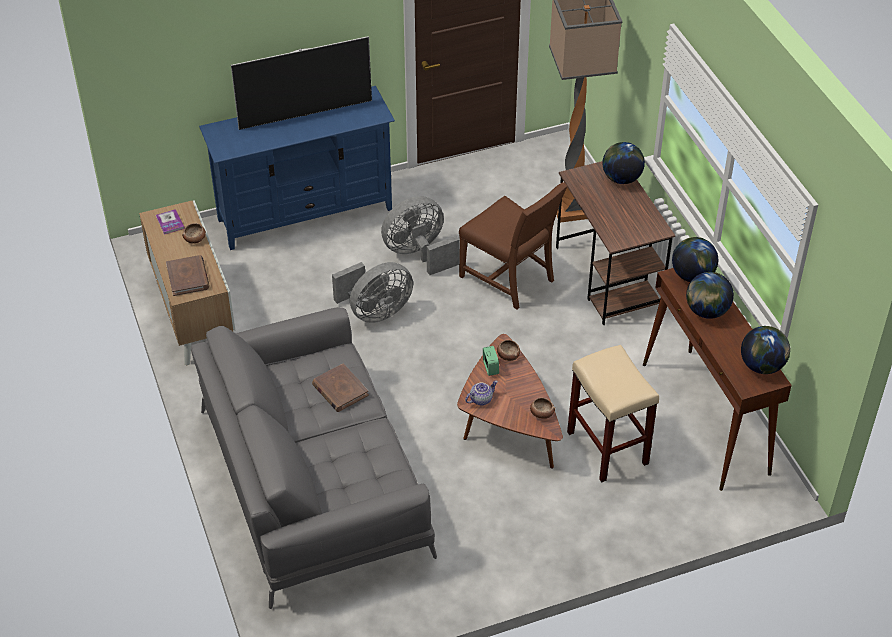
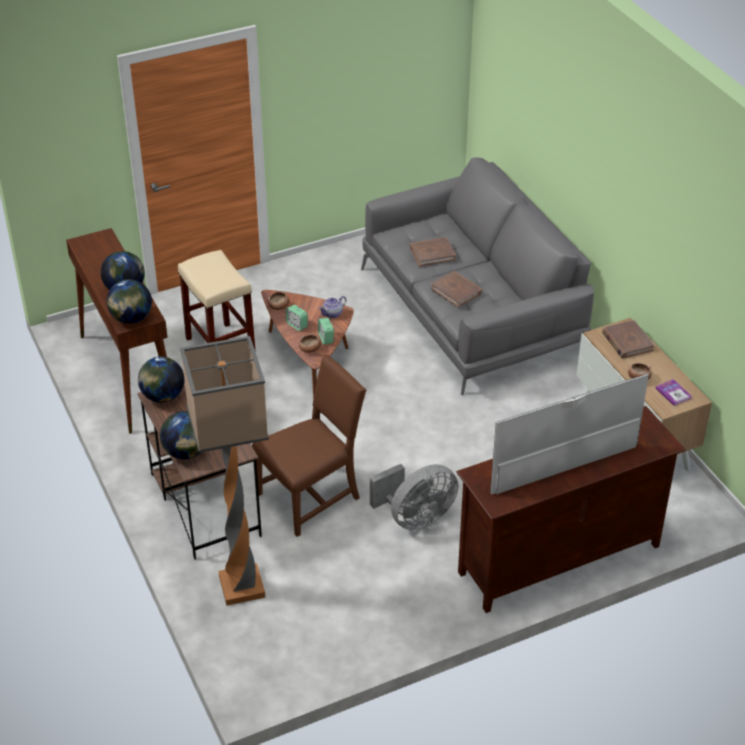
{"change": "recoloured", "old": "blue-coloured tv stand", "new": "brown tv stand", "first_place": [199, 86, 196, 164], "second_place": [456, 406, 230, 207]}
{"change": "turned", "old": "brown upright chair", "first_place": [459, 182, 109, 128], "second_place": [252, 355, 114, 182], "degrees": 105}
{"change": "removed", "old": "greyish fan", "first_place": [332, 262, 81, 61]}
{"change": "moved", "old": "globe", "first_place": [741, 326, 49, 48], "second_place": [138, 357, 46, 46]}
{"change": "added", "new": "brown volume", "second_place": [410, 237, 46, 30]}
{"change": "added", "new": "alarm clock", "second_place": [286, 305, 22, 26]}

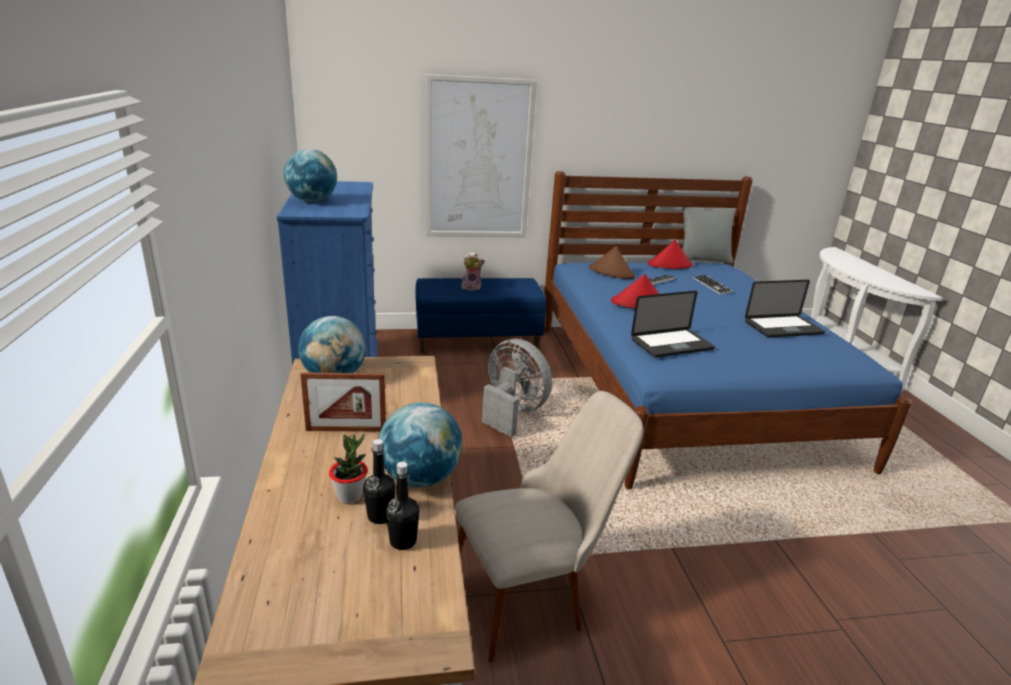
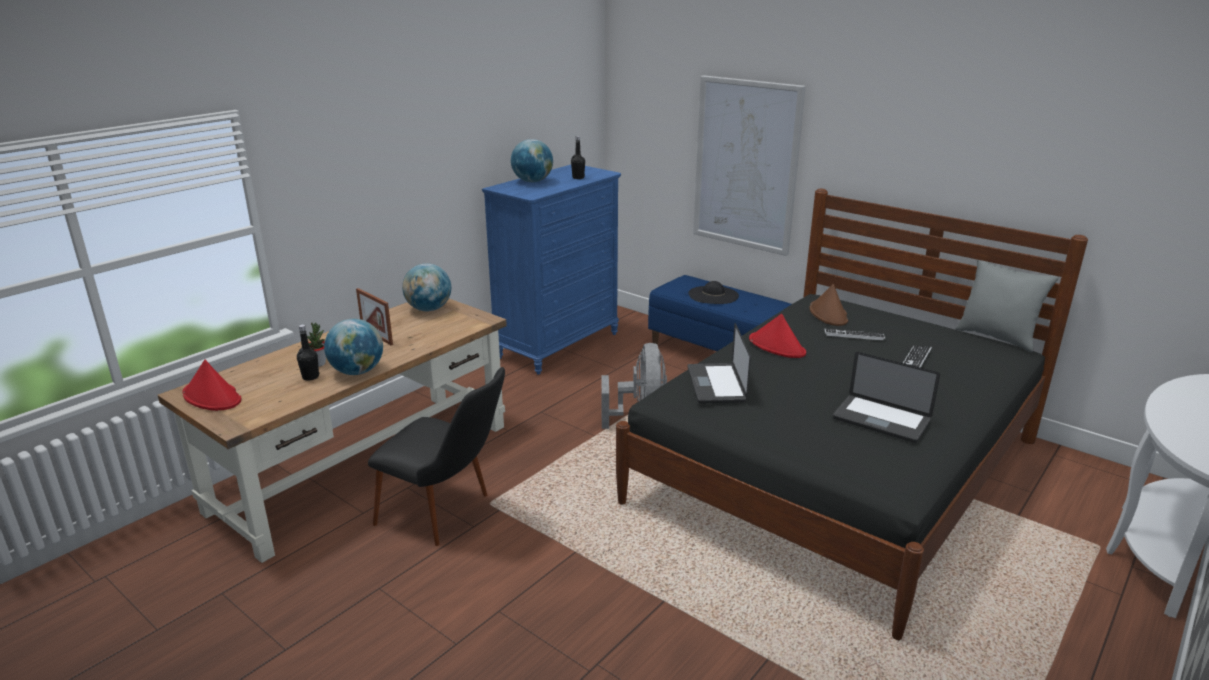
{"change": "recoloured", "old": "blue-coloured bedroom bed", "new": "black bedroom bed", "first_place": [544, 171, 368, 318], "second_place": [616, 189, 472, 451]}
{"change": "moved", "old": "reddish clothing hat", "first_place": [648, 240, 45, 29], "second_place": [182, 360, 59, 51]}
{"change": "replaced", "old": "plush toy", "new": "black clothing hat", "first_place": [461, 252, 24, 39], "second_place": [688, 281, 51, 23]}
{"change": "turned", "old": "notebook computer", "first_place": [631, 291, 84, 67], "second_place": [688, 323, 63, 80], "degrees": 60}
{"change": "recoloured", "old": "beige upright chair", "new": "black upright chair", "first_place": [455, 391, 189, 272], "second_place": [368, 367, 137, 179]}
{"change": "moved", "old": "black bottle", "first_place": [386, 462, 33, 88], "second_place": [571, 136, 14, 43]}

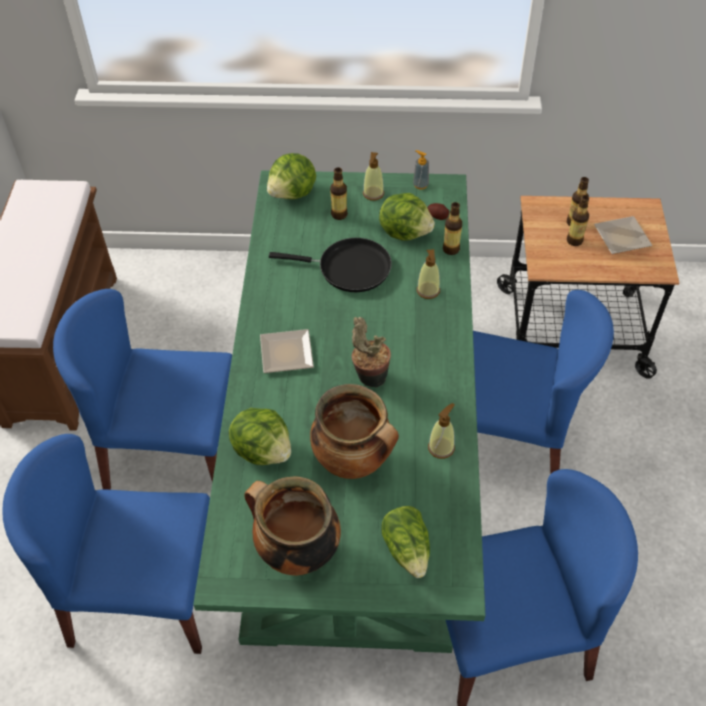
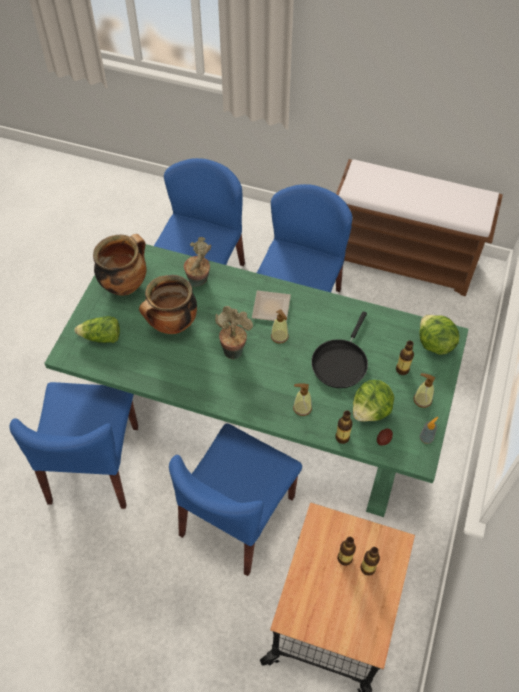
{"change": "removed", "old": "dinner plate", "first_place": [594, 216, 58, 38]}
{"change": "moved", "old": "soap dispenser", "first_place": [428, 403, 27, 56], "second_place": [271, 309, 18, 34]}
{"change": "replaced", "old": "head of lettuce", "new": "plant in a pot", "first_place": [229, 408, 62, 57], "second_place": [184, 237, 27, 50]}

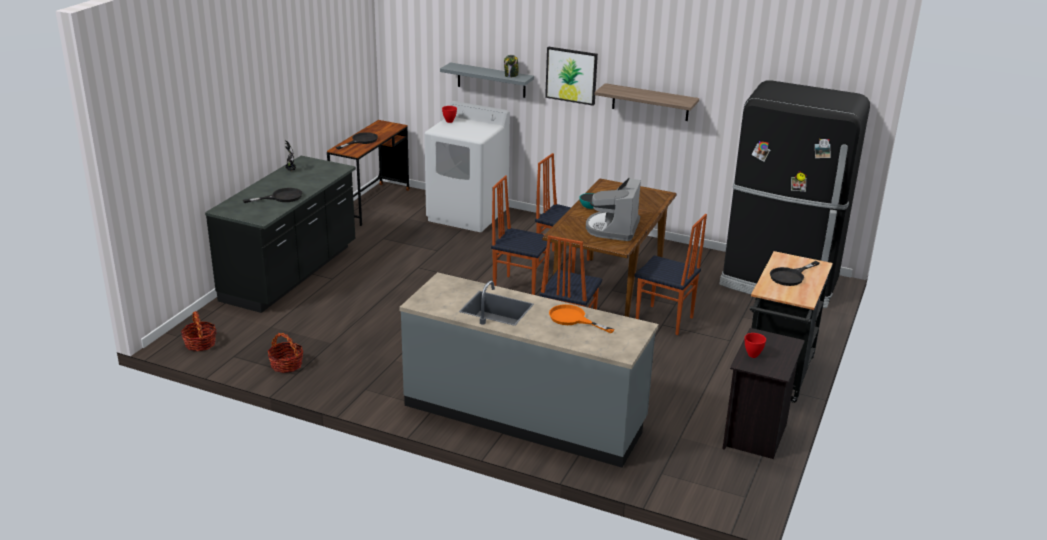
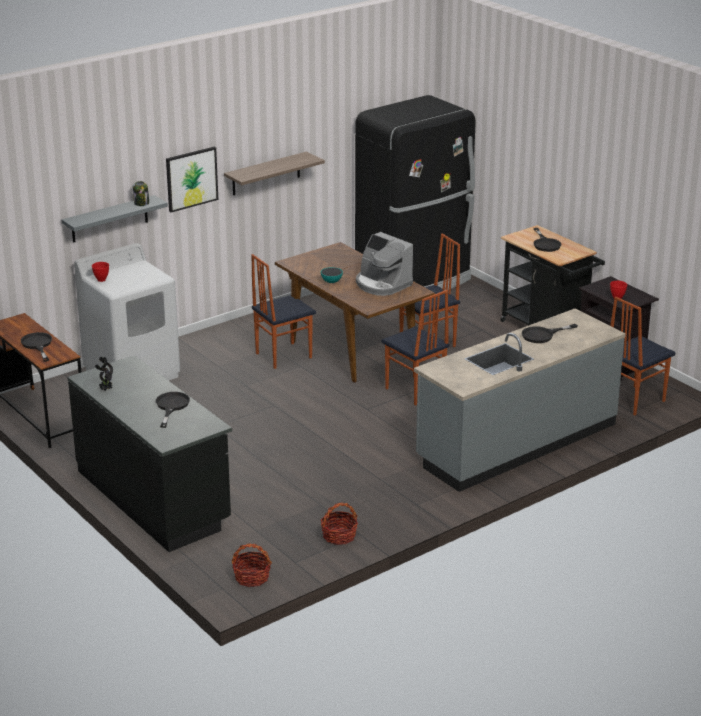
{"change": "moved", "old": "upright chair", "first_place": [491, 175, 60, 120], "second_place": [610, 297, 66, 119]}
{"change": "recoloured", "old": "orangey pan", "new": "black pan", "first_place": [549, 304, 66, 29], "second_place": [522, 324, 56, 19]}

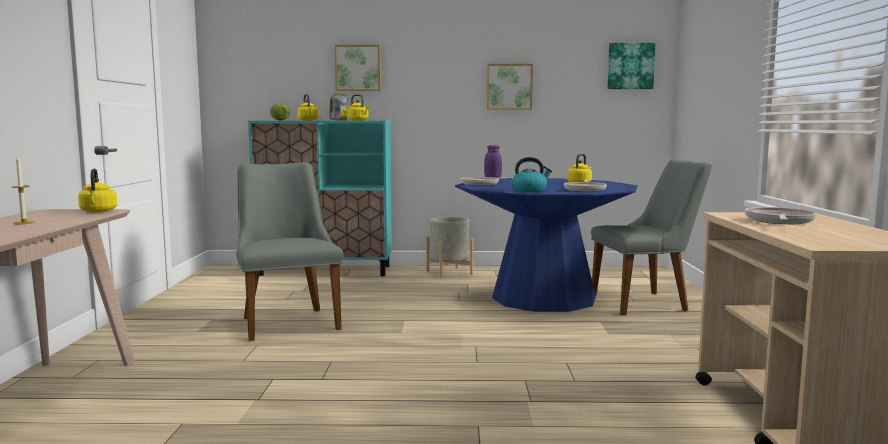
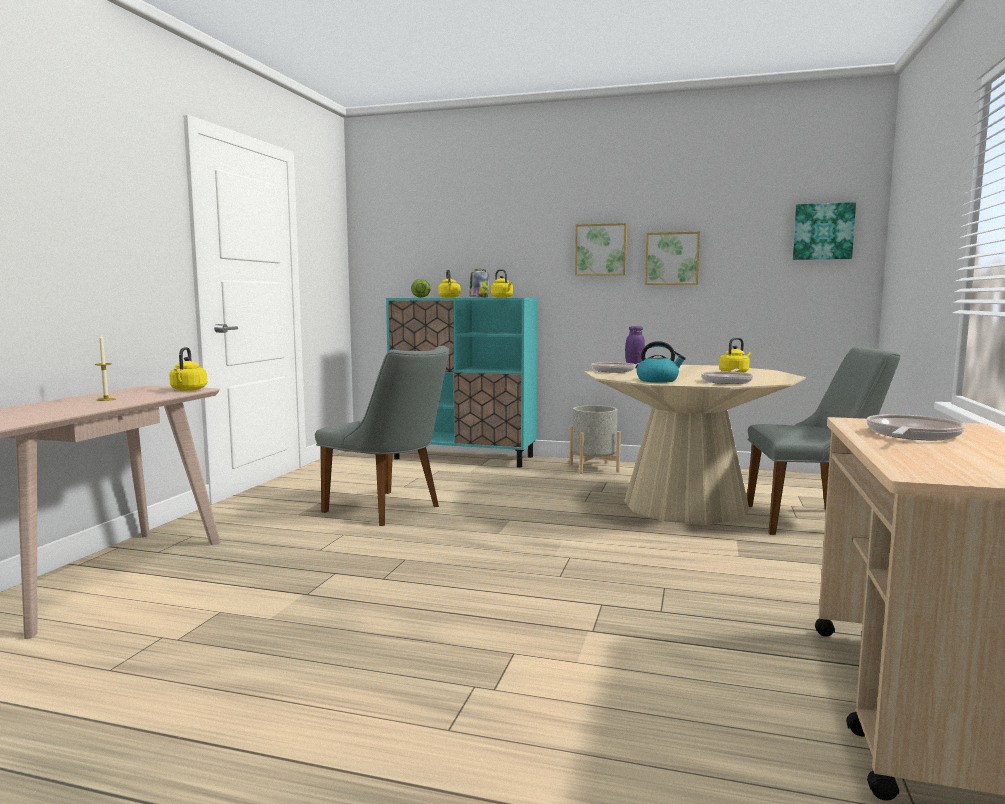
{"change": "moved", "old": "picture", "first_place": [335, 45, 46, 46], "second_place": [575, 223, 52, 53]}
{"change": "turned", "old": "greyish upright chair", "first_place": [236, 162, 107, 179], "second_place": [315, 346, 134, 180], "degrees": 135}
{"change": "recoloured", "old": "blue-coloured dining table", "new": "beige dining table", "first_place": [455, 178, 183, 134], "second_place": [584, 365, 222, 160]}

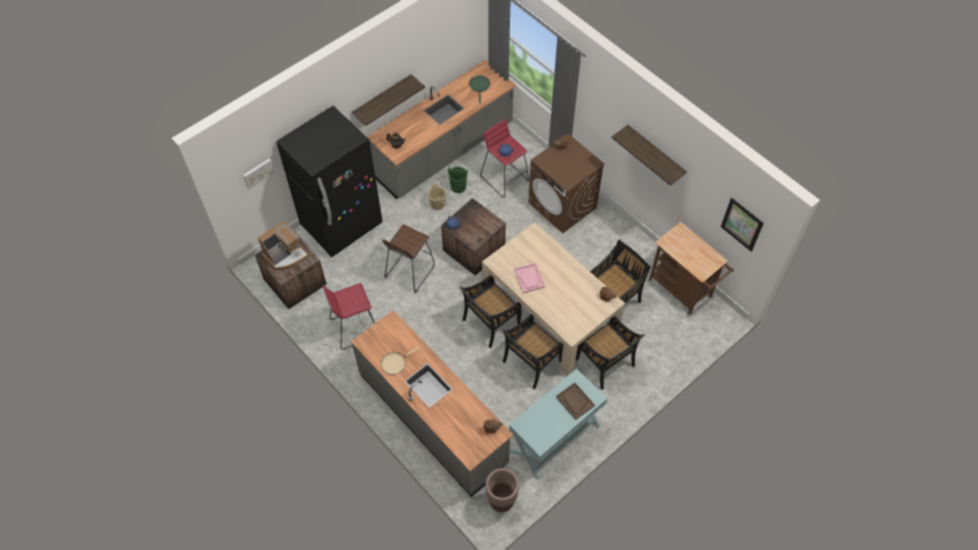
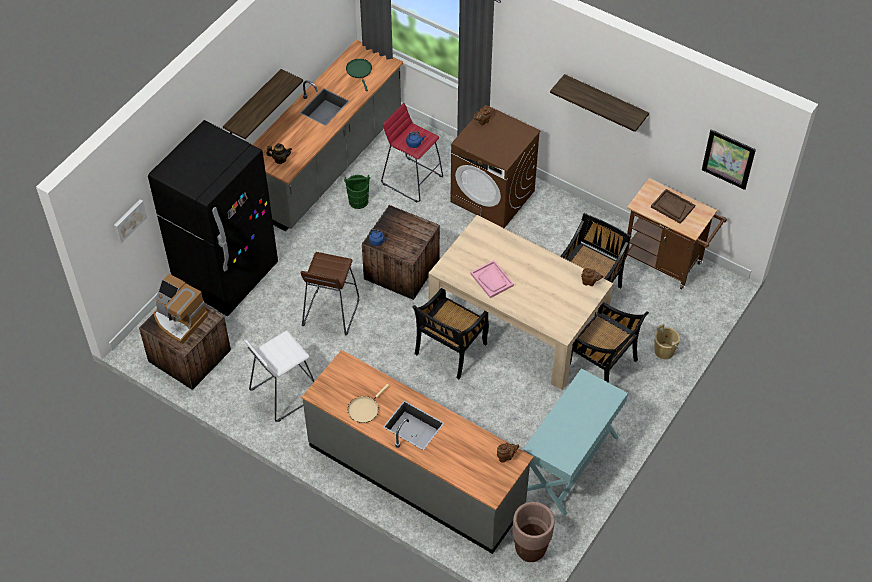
{"change": "moved", "old": "beige pail", "first_place": [428, 183, 19, 27], "second_place": [655, 324, 25, 35]}
{"change": "turned", "old": "coffee machine", "first_place": [258, 221, 51, 50], "second_place": [153, 274, 55, 70], "degrees": 90}
{"change": "recoloured", "old": "reddish stool", "new": "white stool", "first_place": [322, 283, 53, 67], "second_place": [244, 331, 70, 91]}
{"change": "removed", "old": "black upright chair", "first_place": [502, 314, 61, 75]}
{"change": "moved", "old": "brown tray", "first_place": [556, 383, 39, 36], "second_place": [651, 189, 44, 35]}

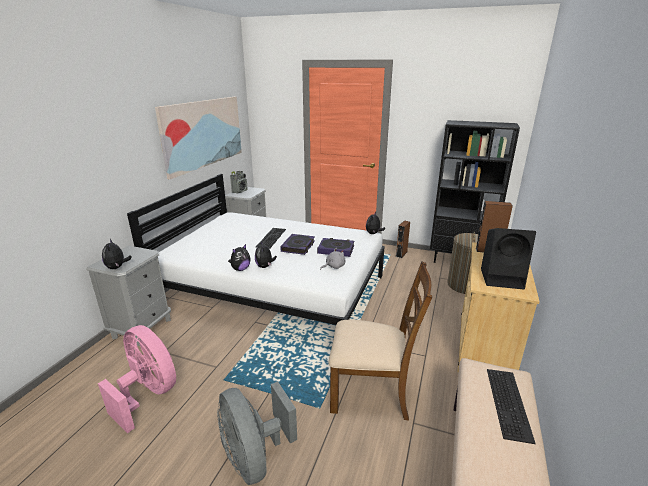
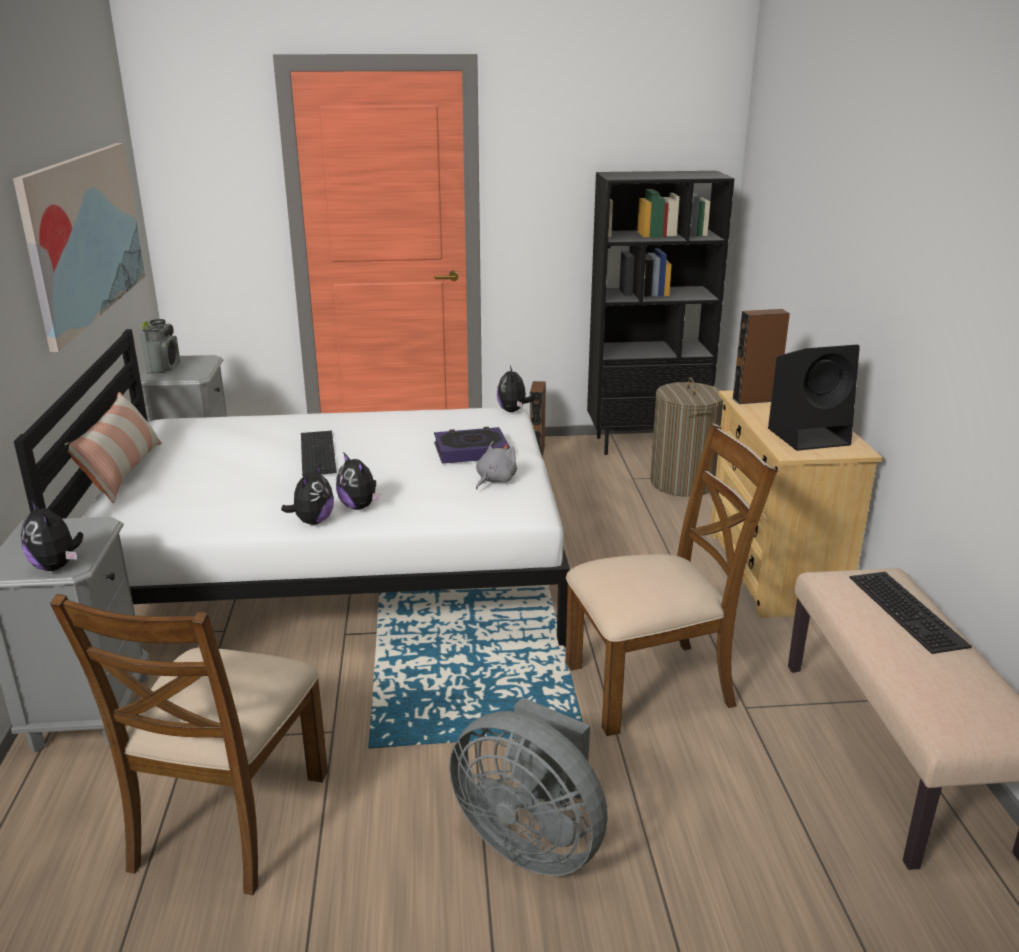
{"change": "removed", "old": "volume", "first_place": [280, 234, 35, 21]}
{"change": "replaced", "old": "pink-coloured fan", "new": "brown upright chair", "first_place": [98, 325, 78, 108], "second_place": [50, 594, 278, 301]}
{"change": "added", "new": "pillow", "second_place": [65, 392, 97, 112]}

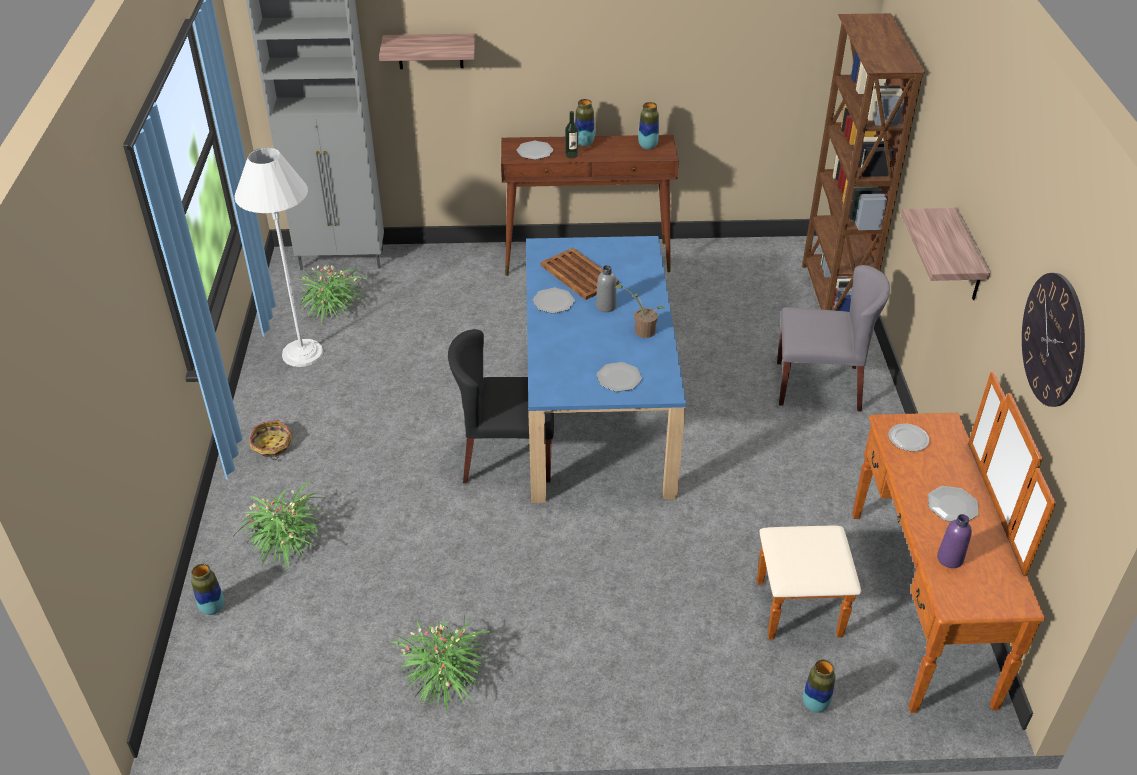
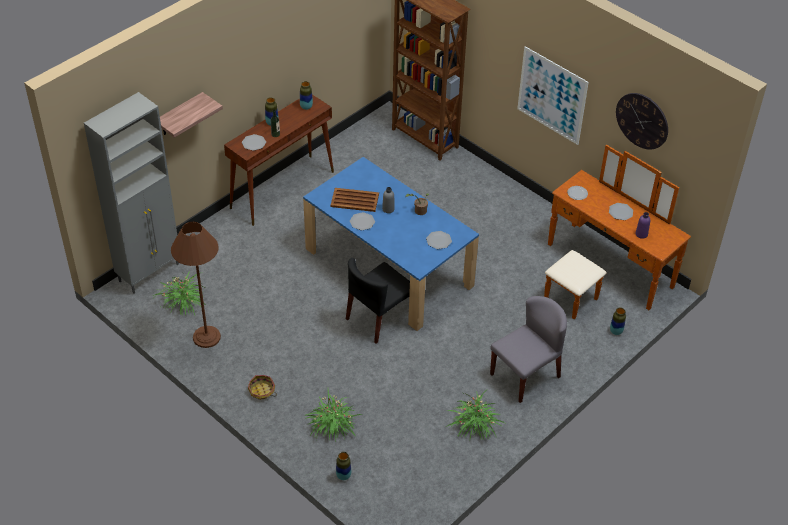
{"change": "recoloured", "old": "white standard lamp", "new": "brown standard lamp", "first_place": [234, 148, 89, 219], "second_place": [171, 222, 50, 126]}
{"change": "replaced", "old": "wall shelf", "new": "picture", "first_place": [901, 208, 89, 92], "second_place": [517, 46, 72, 99]}
{"change": "moved", "old": "greyish upright chair", "first_place": [777, 265, 113, 146], "second_place": [490, 296, 77, 107]}

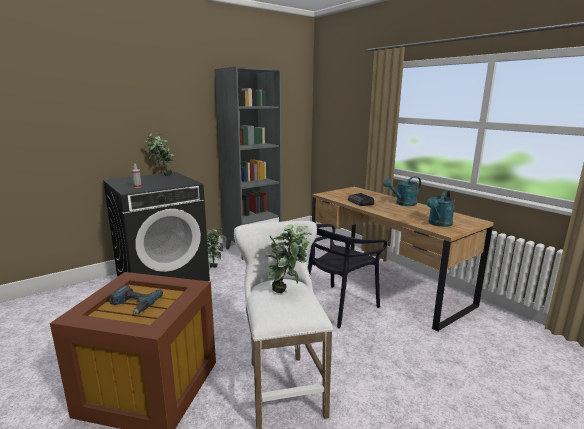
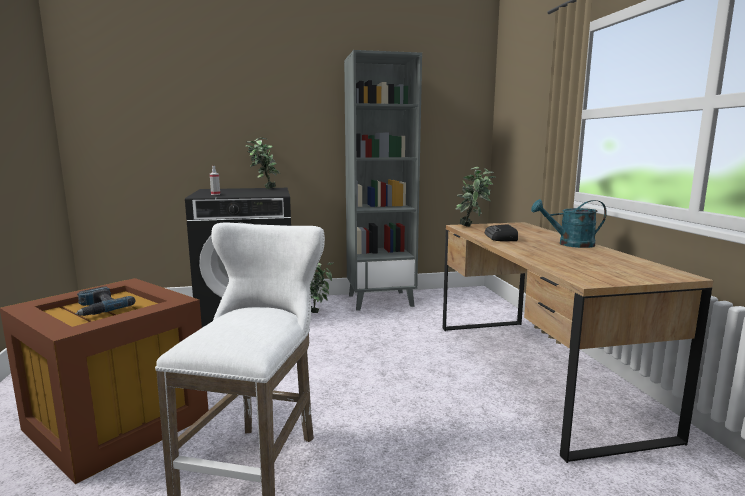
{"change": "removed", "old": "turquoise-coloured watering pot", "first_place": [427, 190, 28, 37]}
{"change": "moved", "old": "plant in a pot", "first_place": [265, 224, 47, 69], "second_place": [455, 167, 41, 60]}
{"change": "removed", "old": "black upright chair", "first_place": [308, 224, 79, 104]}

